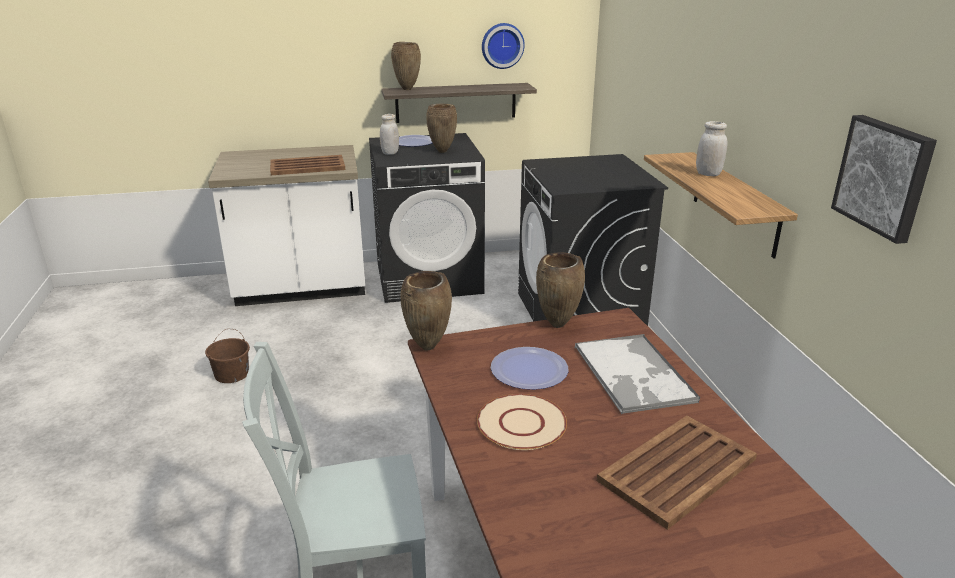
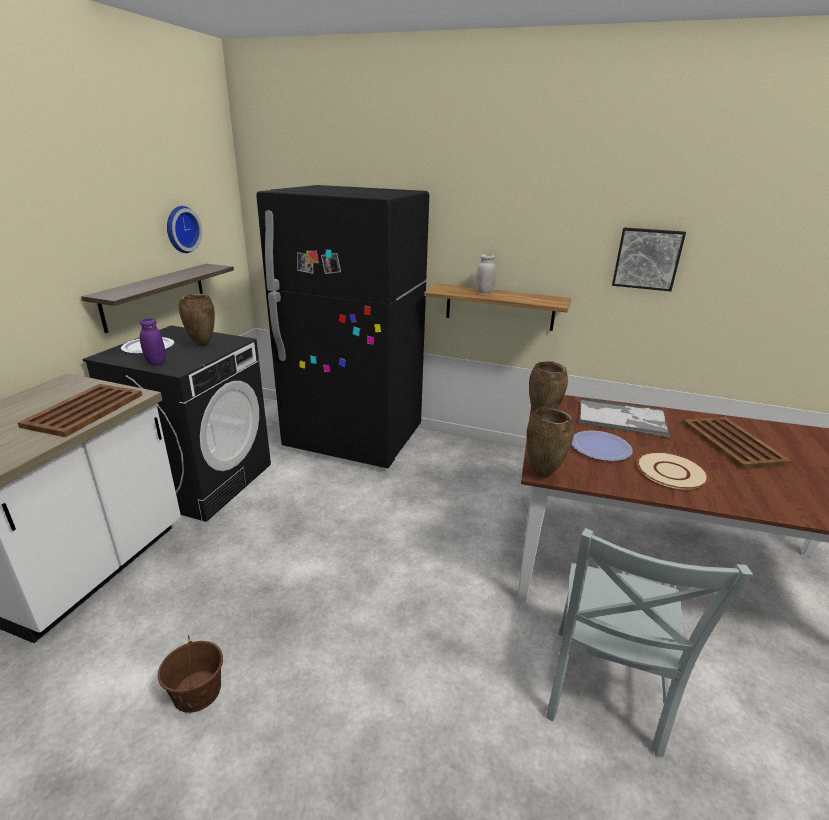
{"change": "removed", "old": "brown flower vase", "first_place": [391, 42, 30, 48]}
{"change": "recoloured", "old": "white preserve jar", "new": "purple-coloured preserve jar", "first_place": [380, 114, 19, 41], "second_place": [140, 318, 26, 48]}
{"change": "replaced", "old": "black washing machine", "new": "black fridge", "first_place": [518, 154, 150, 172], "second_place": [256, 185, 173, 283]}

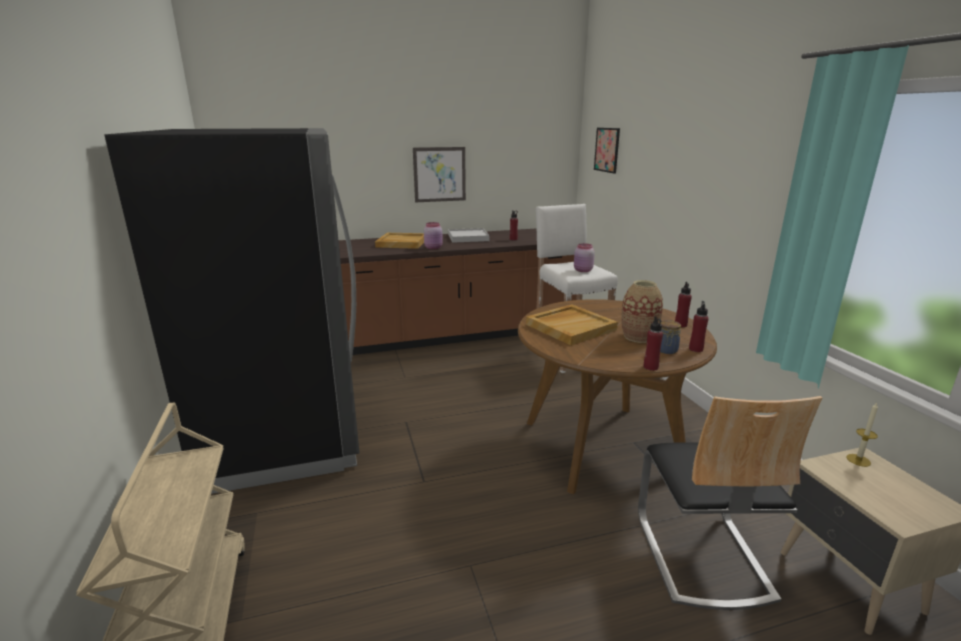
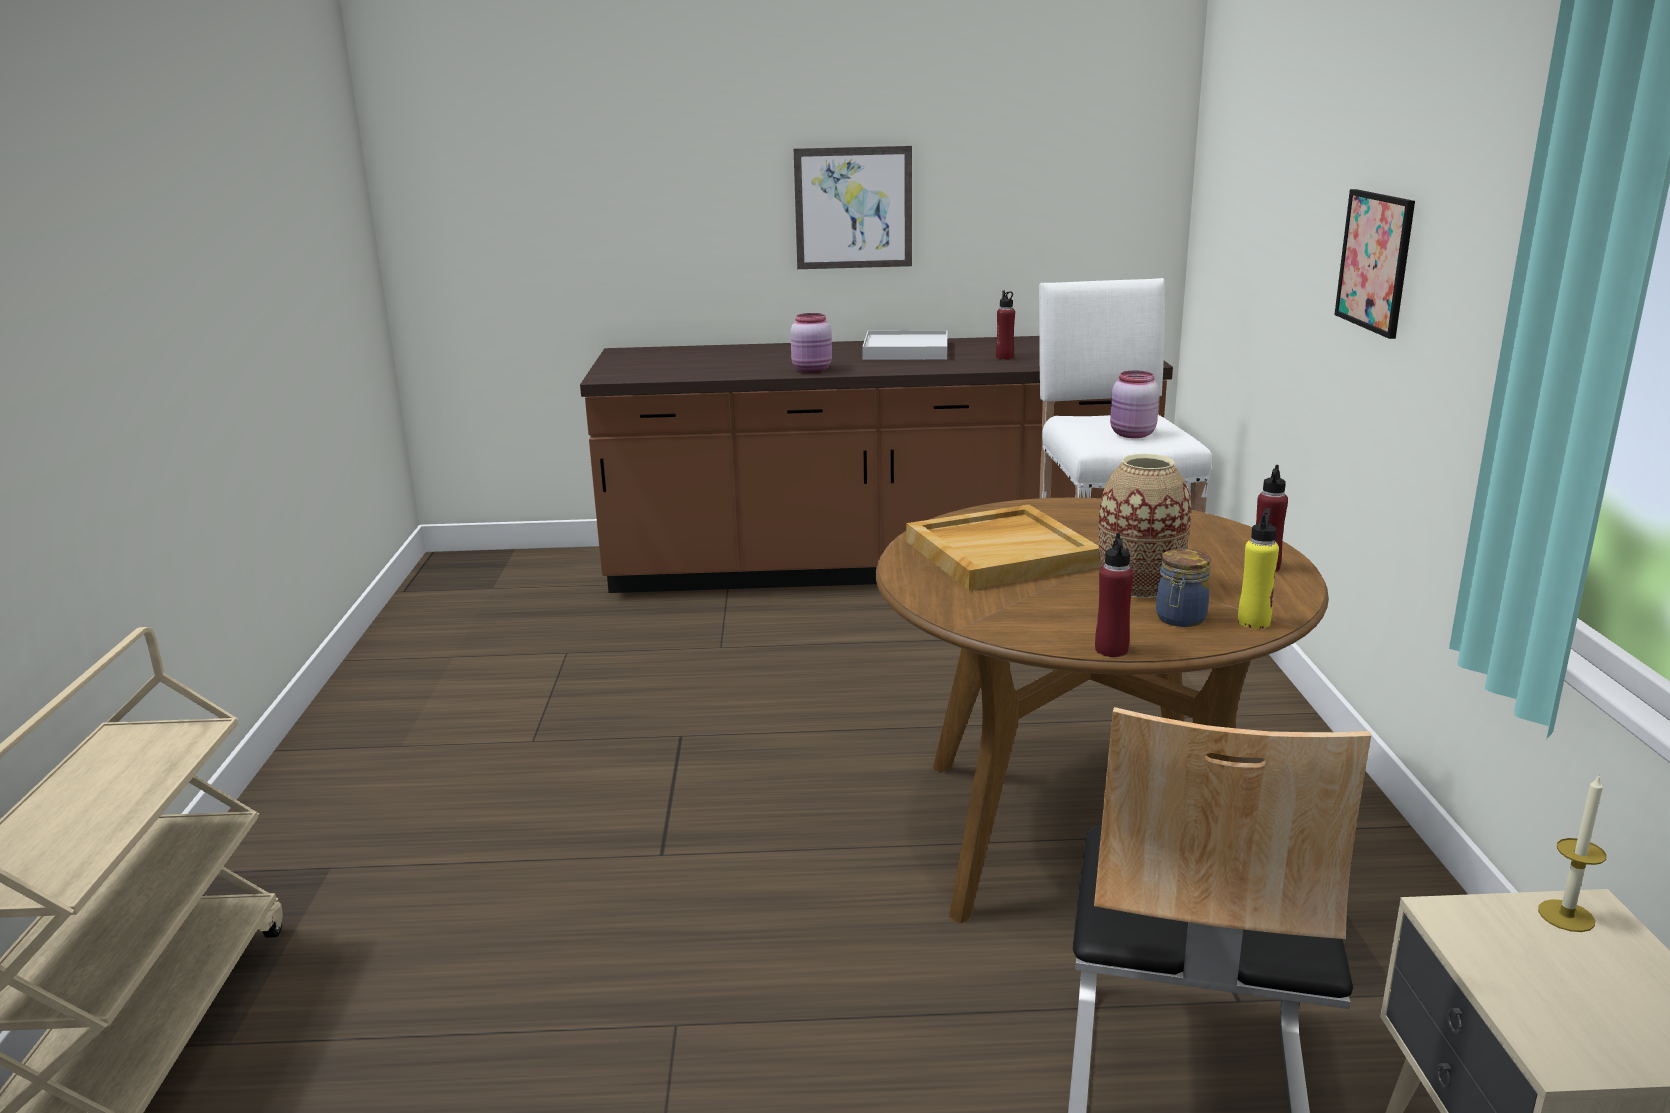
{"change": "removed", "old": "black fridge", "first_place": [104, 128, 256, 366]}
{"change": "moved", "old": "picture", "first_place": [594, 128, 26, 46], "second_place": [1334, 189, 81, 150]}
{"change": "removed", "old": "beige tray", "first_place": [375, 233, 49, 16]}
{"change": "recoloured", "old": "reddish bottle", "new": "yellowish bottle", "first_place": [689, 301, 20, 51], "second_place": [1238, 508, 41, 121]}

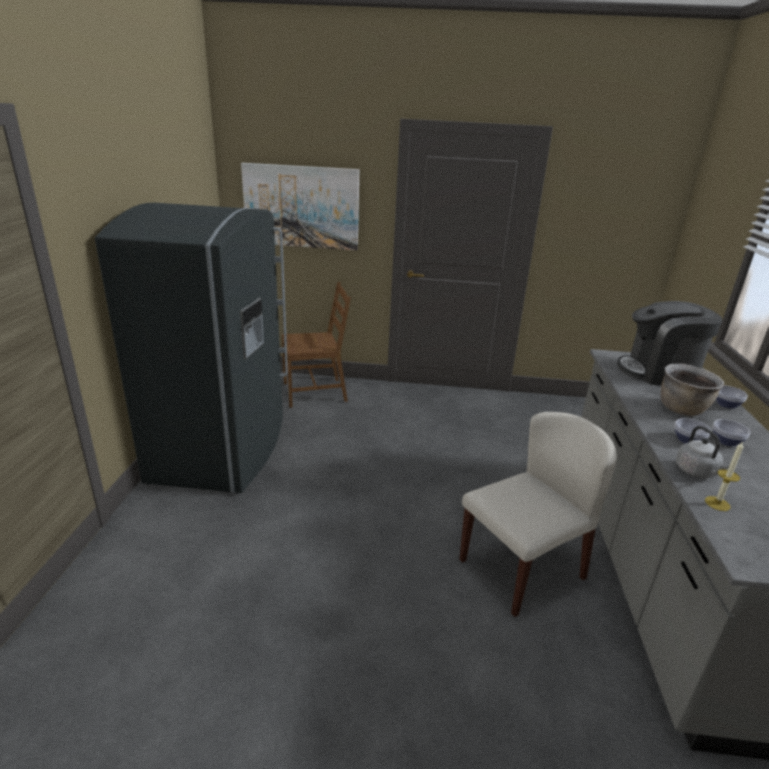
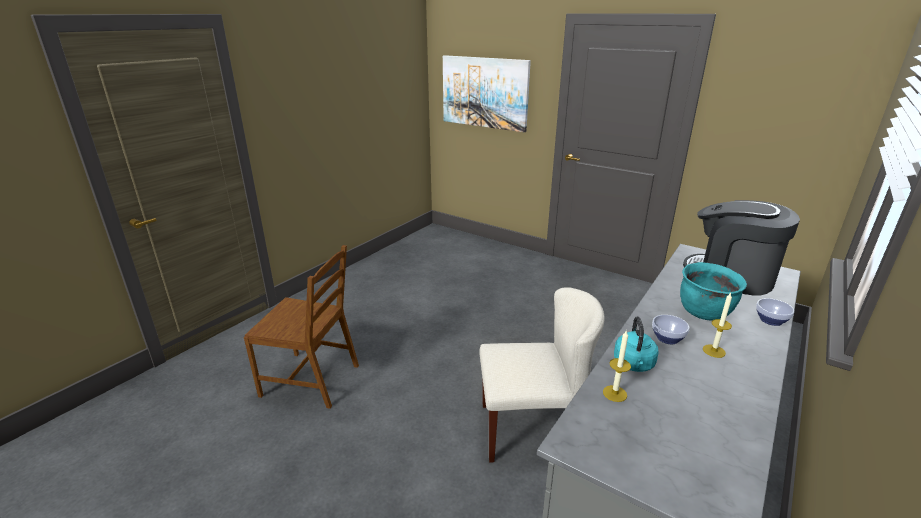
{"change": "removed", "old": "greyish fridge", "first_place": [95, 203, 193, 290]}
{"change": "moved", "old": "brown upright chair", "first_place": [282, 282, 69, 126], "second_place": [244, 245, 115, 164]}
{"change": "recoloured", "old": "brown stockpot", "new": "turquoise-coloured stockpot", "first_place": [661, 364, 63, 52], "second_place": [680, 262, 67, 58]}
{"change": "replaced", "old": "serving bowl", "new": "candle", "first_place": [712, 419, 38, 27], "second_place": [703, 293, 29, 65]}
{"change": "recoloured", "old": "greyish water kettle", "new": "turquoise-coloured water kettle", "first_place": [676, 426, 53, 52], "second_place": [614, 316, 45, 56]}

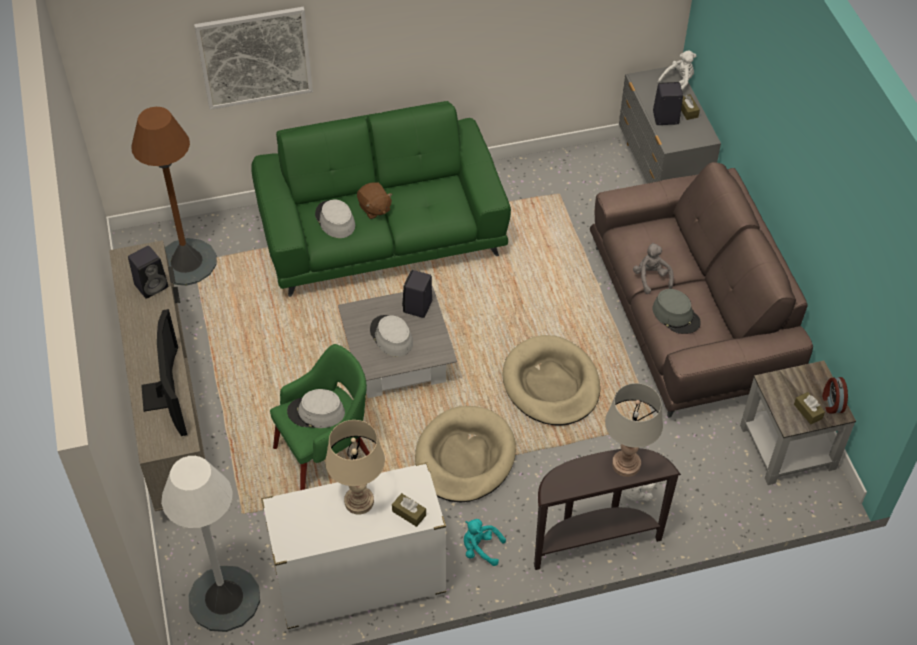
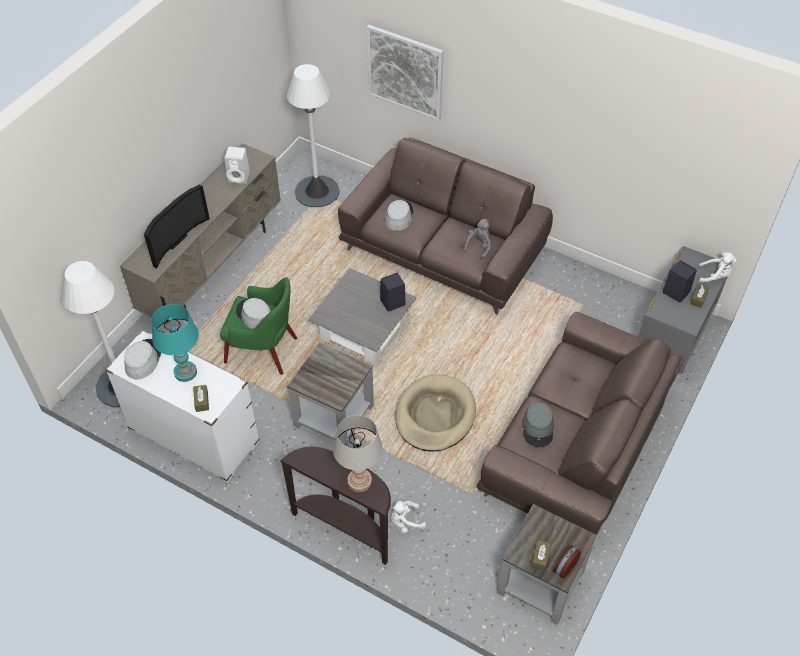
{"change": "recoloured", "old": "green-coloured couch", "new": "brown couch", "first_place": [252, 101, 259, 196], "second_place": [338, 137, 215, 178]}
{"change": "recoloured", "old": "brown standard lamp", "new": "white standard lamp", "first_place": [131, 107, 86, 179], "second_place": [287, 64, 53, 143]}
{"change": "removed", "old": "brown plush toy", "first_place": [357, 182, 36, 37]}
{"change": "moved", "old": "greyish plush toy", "first_place": [633, 243, 41, 51], "second_place": [463, 219, 28, 40]}
{"change": "recoloured", "old": "black loudspeaker", "new": "white loudspeaker", "first_place": [128, 246, 40, 53], "second_place": [224, 147, 26, 37]}
{"change": "moved", "old": "greyish clothing hat", "first_place": [370, 315, 43, 42], "second_place": [124, 339, 37, 41]}
{"change": "replaced", "old": "beige pet bed", "new": "greyish side table", "first_place": [415, 406, 101, 96], "second_place": [287, 342, 87, 105]}
{"change": "recoloured", "old": "beige tabletop lamp", "new": "turquoise-coloured tabletop lamp", "first_place": [325, 420, 60, 95], "second_place": [151, 304, 48, 78]}
{"change": "removed", "old": "turquoise-coloured plush toy", "first_place": [464, 519, 42, 47]}

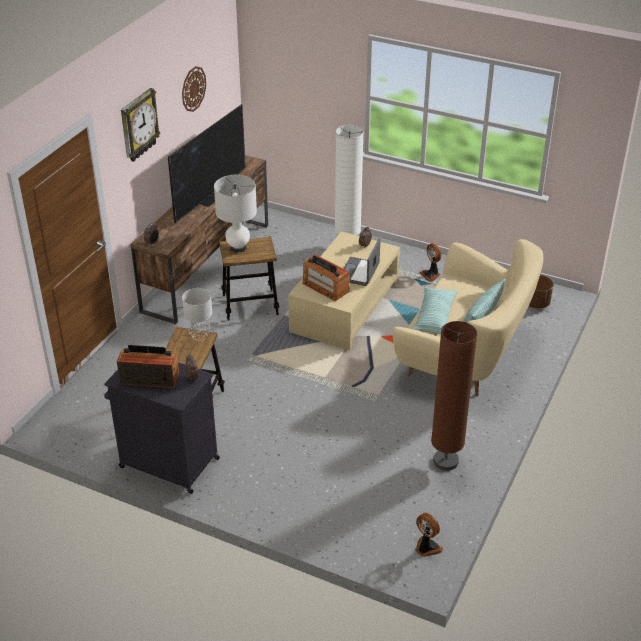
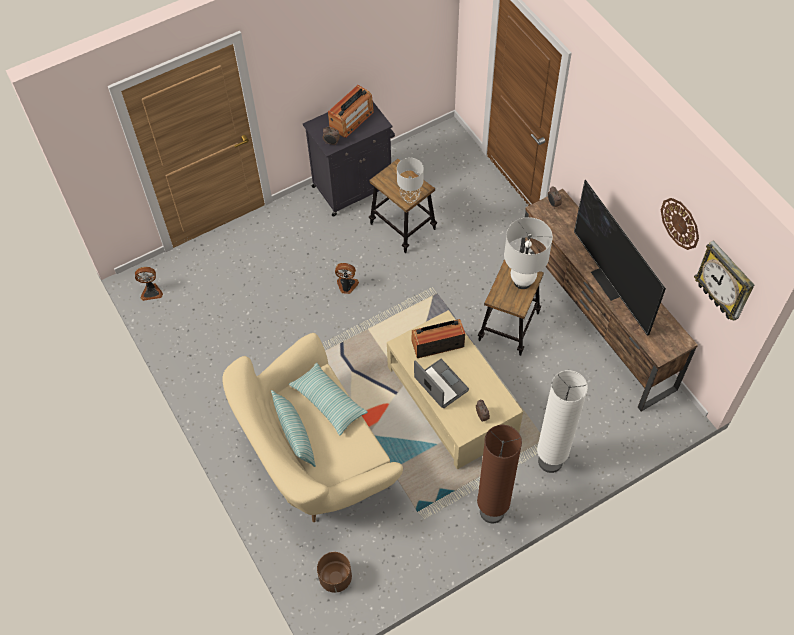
{"change": "moved", "old": "wall clock", "first_place": [121, 88, 39, 74], "second_place": [694, 241, 60, 80]}
{"change": "moved", "old": "fan", "first_place": [420, 243, 21, 39], "second_place": [335, 263, 24, 31]}
{"change": "moved", "old": "brown standard lamp", "first_place": [431, 321, 46, 150], "second_place": [477, 425, 45, 99]}

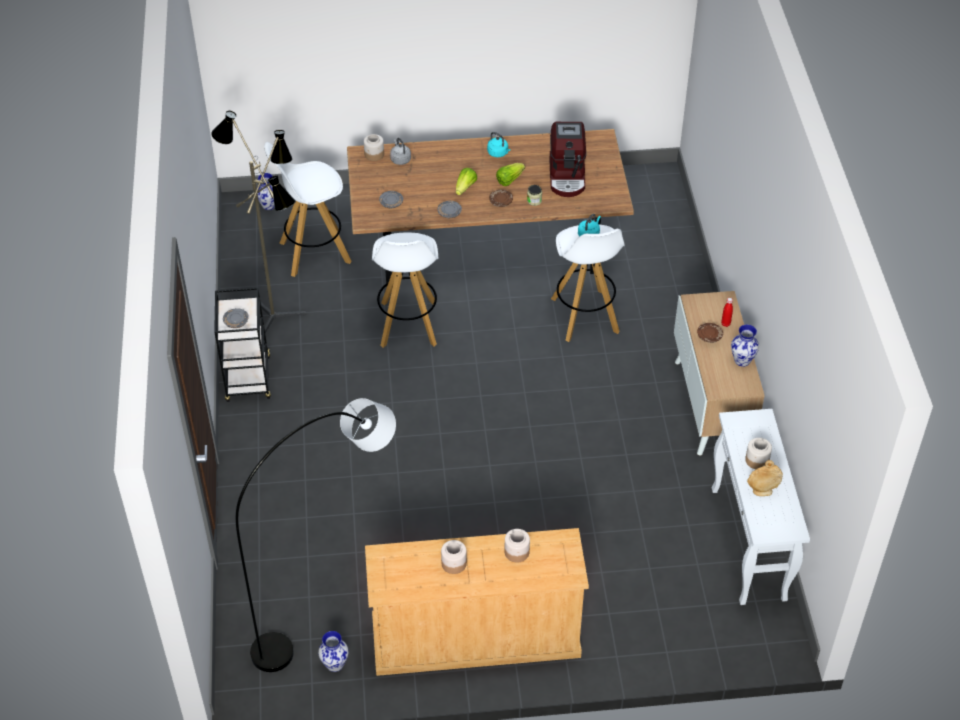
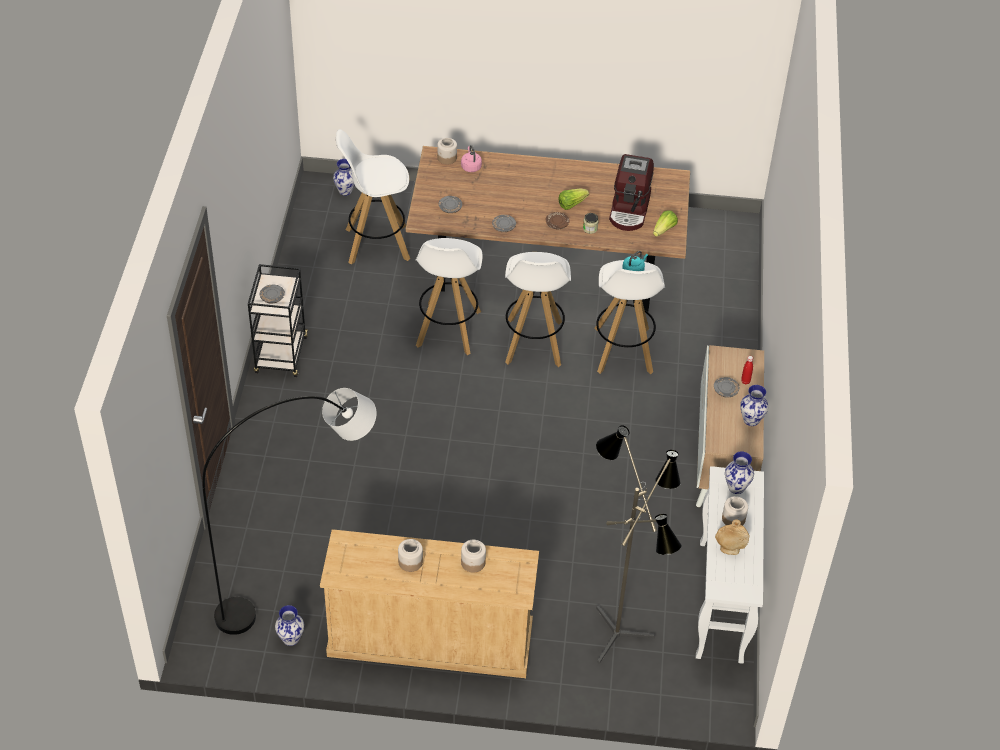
{"change": "moved", "old": "standard lamp", "first_place": [211, 111, 95, 222], "second_place": [596, 425, 86, 239]}
{"change": "removed", "old": "turquoise-coloured water kettle", "first_place": [487, 132, 23, 25]}
{"change": "recoloured", "old": "greyish water kettle", "new": "pink-coloured water kettle", "first_place": [390, 138, 21, 27], "second_place": [461, 145, 21, 27]}
{"change": "moved", "old": "head of lettuce", "first_place": [456, 168, 21, 27], "second_place": [653, 210, 25, 27]}
{"change": "recoloured", "old": "brown dinner plate", "new": "greyish dinner plate", "first_place": [697, 323, 26, 20], "second_place": [714, 377, 25, 21]}
{"change": "added", "new": "white stool", "second_place": [505, 252, 66, 115]}
{"change": "added", "new": "flower vase", "second_place": [725, 451, 29, 43]}

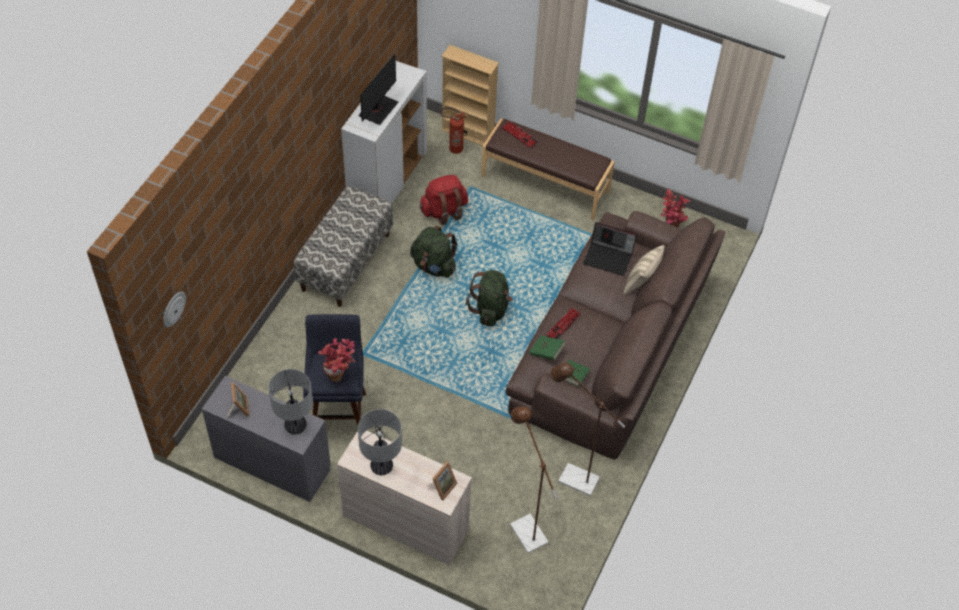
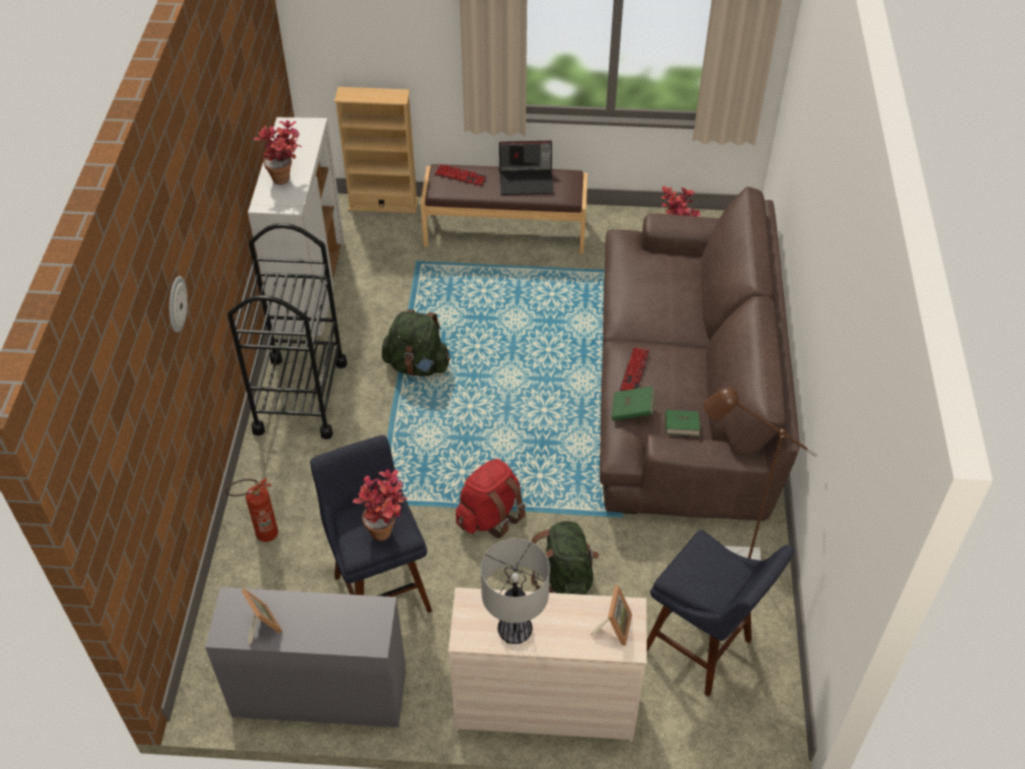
{"change": "replaced", "old": "computer screen", "new": "plant in a pot", "first_place": [358, 54, 40, 71], "second_place": [253, 120, 49, 65]}
{"change": "moved", "old": "fire extinguisher", "first_place": [439, 107, 28, 47], "second_place": [225, 478, 53, 64]}
{"change": "moved", "old": "reddish rucksack", "first_place": [420, 175, 48, 50], "second_place": [456, 459, 69, 79]}
{"change": "replaced", "old": "long seat", "new": "black cart", "first_place": [294, 185, 99, 122], "second_place": [228, 223, 119, 216]}
{"change": "moved", "old": "notebook computer", "first_place": [583, 222, 54, 54], "second_place": [499, 141, 55, 54]}
{"change": "removed", "old": "beige pillow", "first_place": [623, 245, 42, 50]}
{"change": "moved", "old": "green-coloured rucksack", "first_place": [466, 270, 47, 56], "second_place": [531, 521, 68, 74]}
{"change": "moved", "old": "wall clock", "first_place": [163, 292, 23, 36], "second_place": [169, 276, 19, 56]}
{"change": "removed", "old": "tabletop lamp", "first_place": [268, 369, 45, 66]}
{"change": "replaced", "old": "brown standard lamp", "new": "blue-coloured stool", "first_place": [510, 407, 47, 146], "second_place": [647, 530, 148, 167]}

